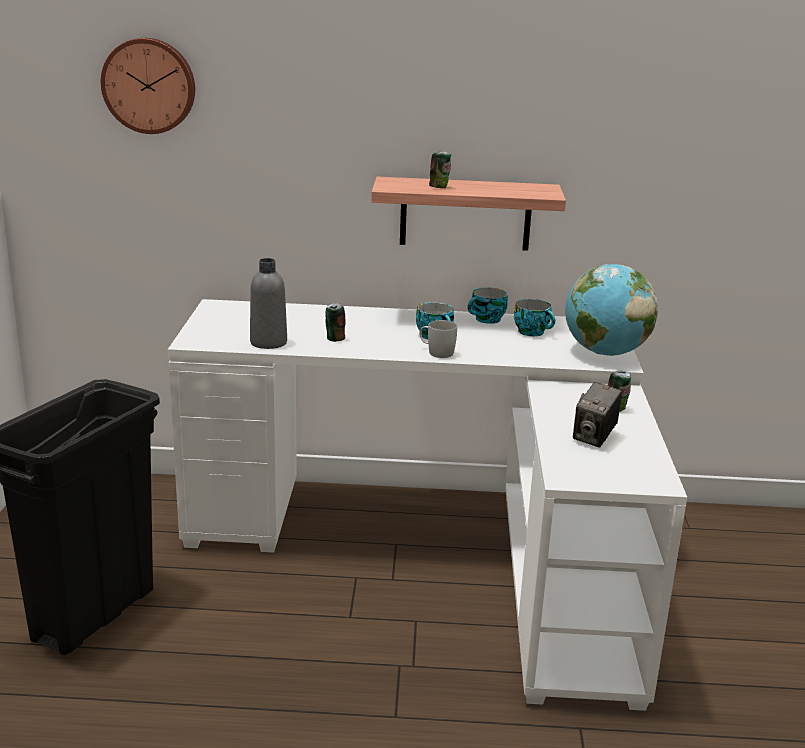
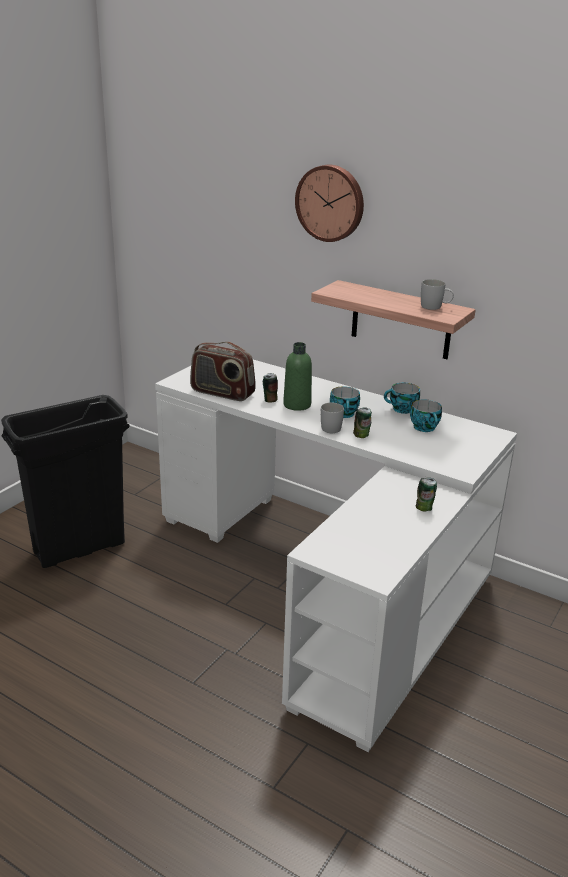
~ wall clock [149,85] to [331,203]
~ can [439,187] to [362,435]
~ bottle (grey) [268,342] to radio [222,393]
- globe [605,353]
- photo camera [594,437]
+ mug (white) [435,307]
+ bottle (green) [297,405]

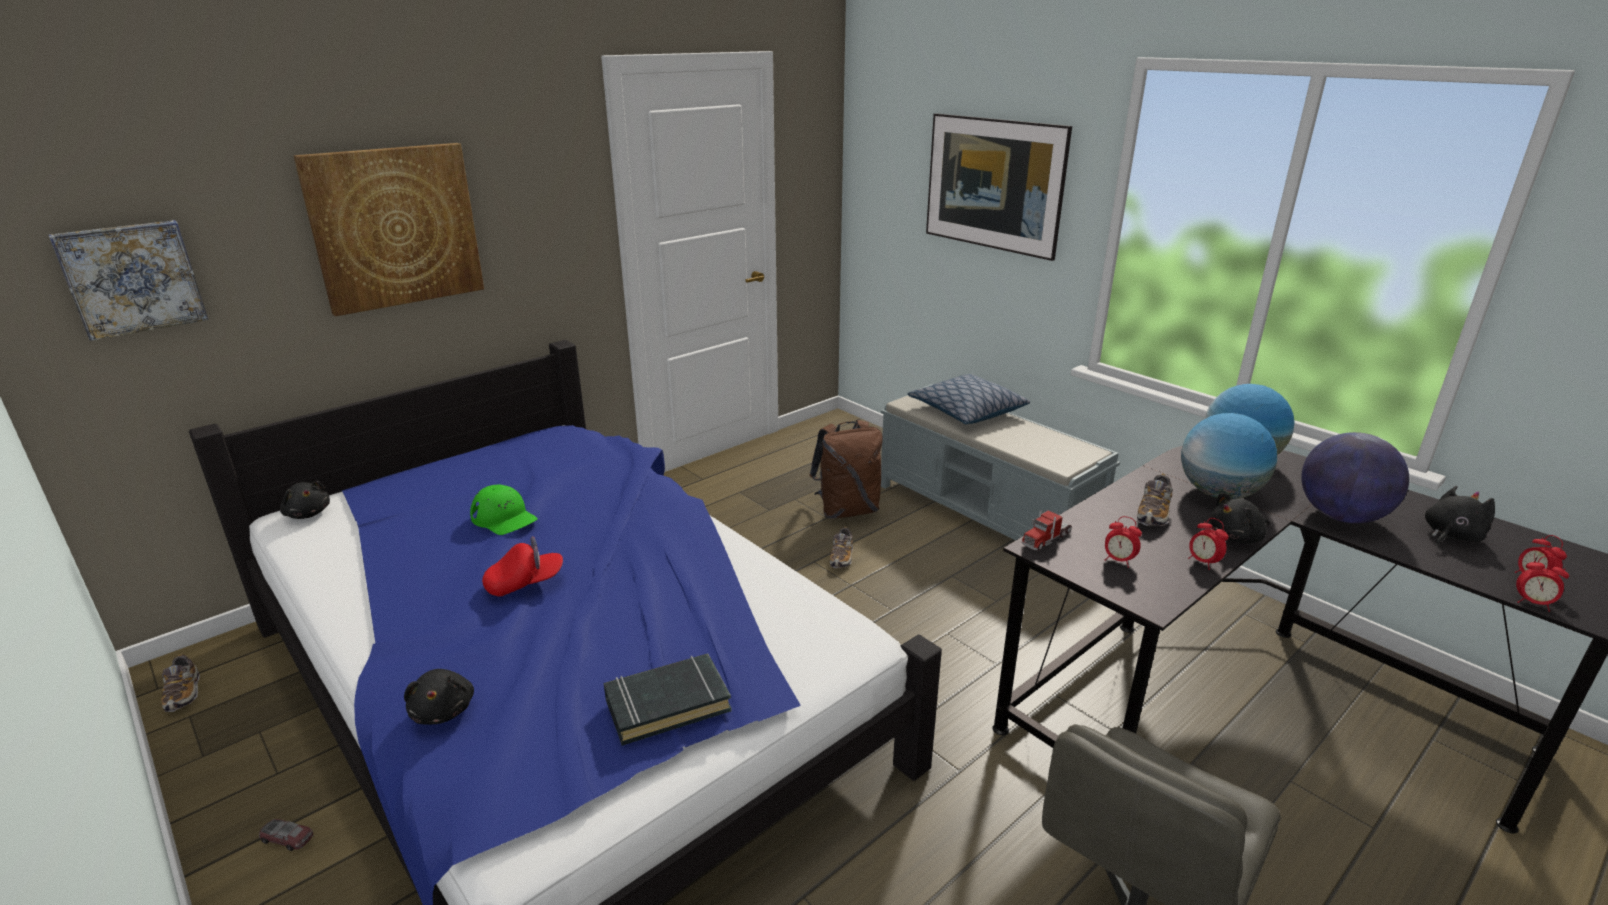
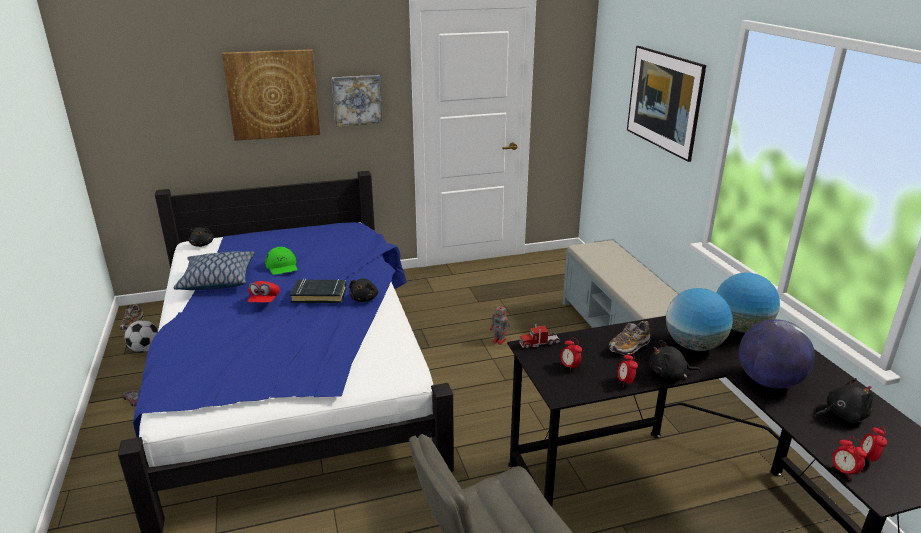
~ picture [132,278] to [356,100]
~ pillow [966,411] to [217,280]
- backpack (brown) [847,510]
~ shoe [841,557] to toy robot [500,341]
~ cap (red) [525,583] = [264,301] 90 degrees clockwise
~ book (black) [667,704] to [319,295]
~ plush toy (black) [444,710] to [364,298]
+ football [145,349]

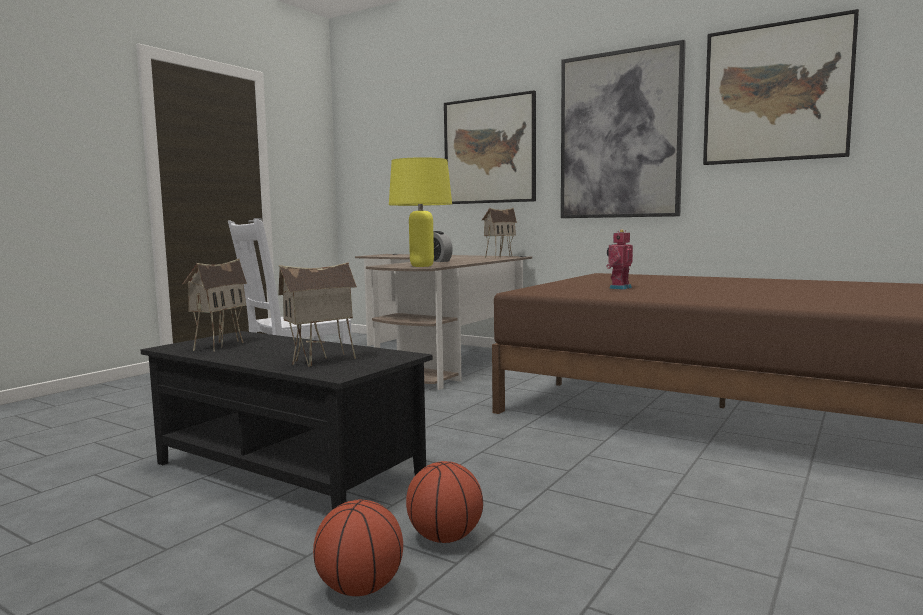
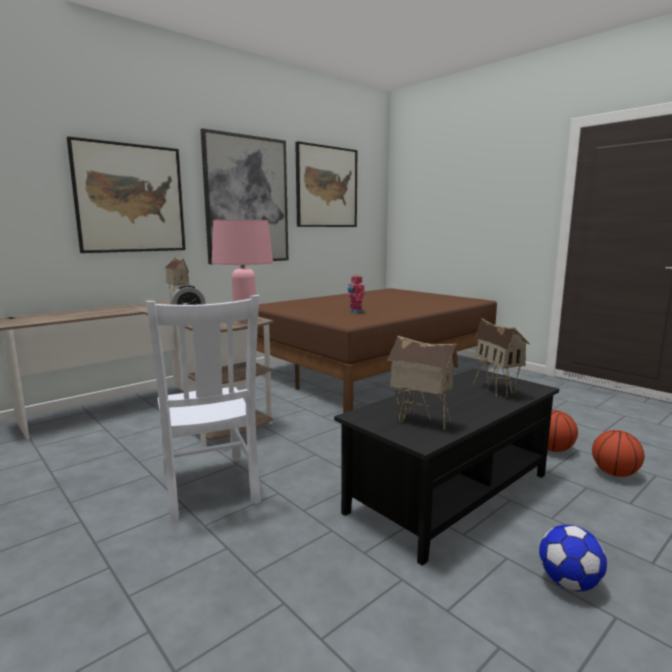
~ table lamp (yellow) [421,266] to table lamp (pink) [244,320]
+ football [568,583]

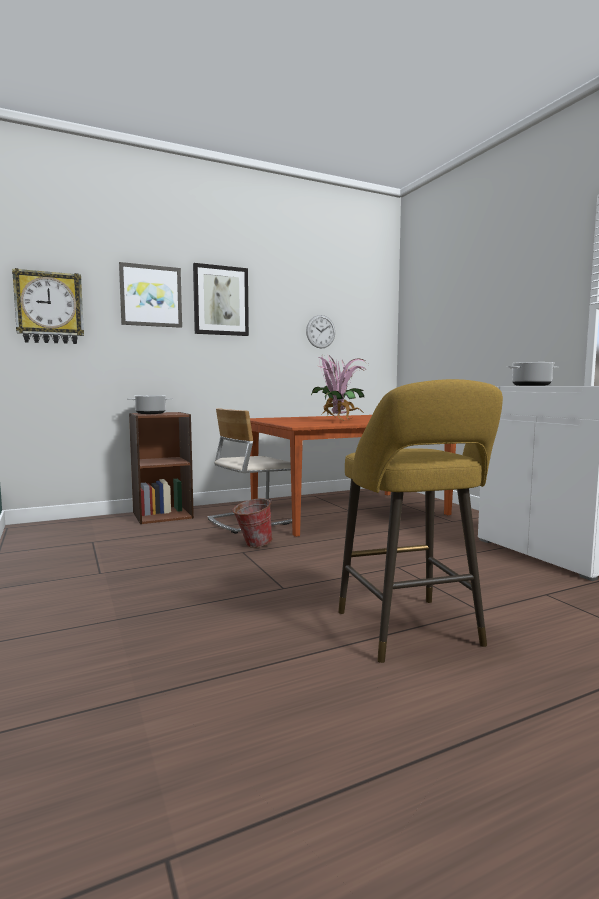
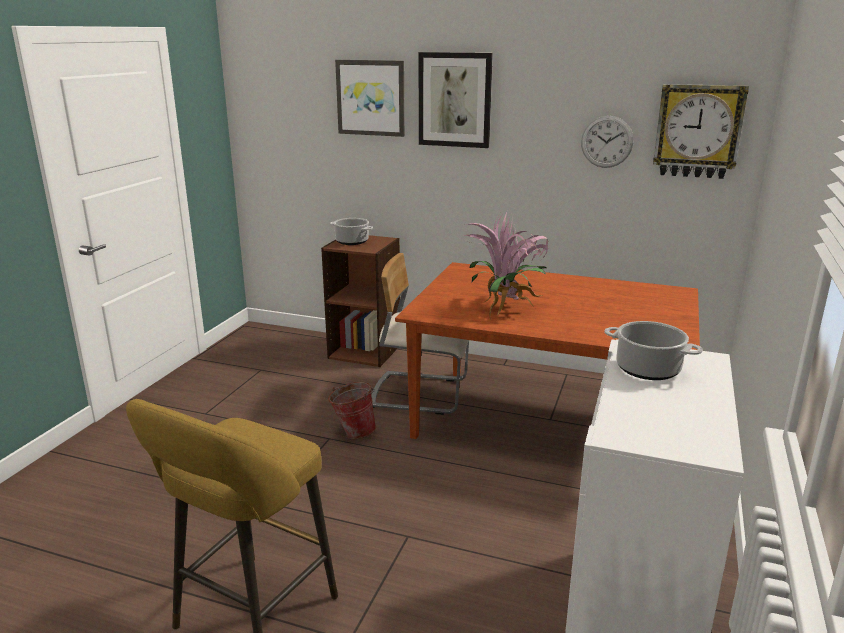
~ wall clock [49,308] to [698,131]

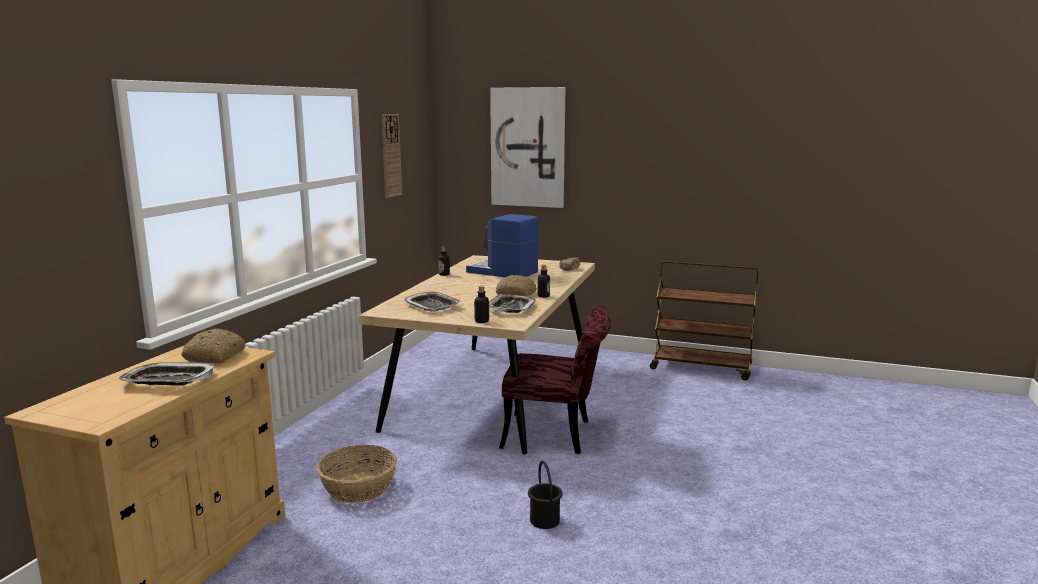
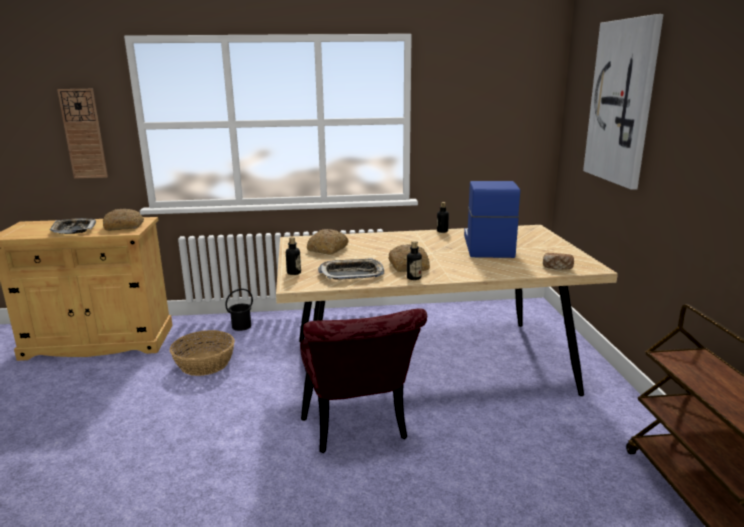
~ wall clock [390,155] to [83,134]
~ tray [432,306] to bread [327,249]
~ bucket (black) [544,520] to [241,326]

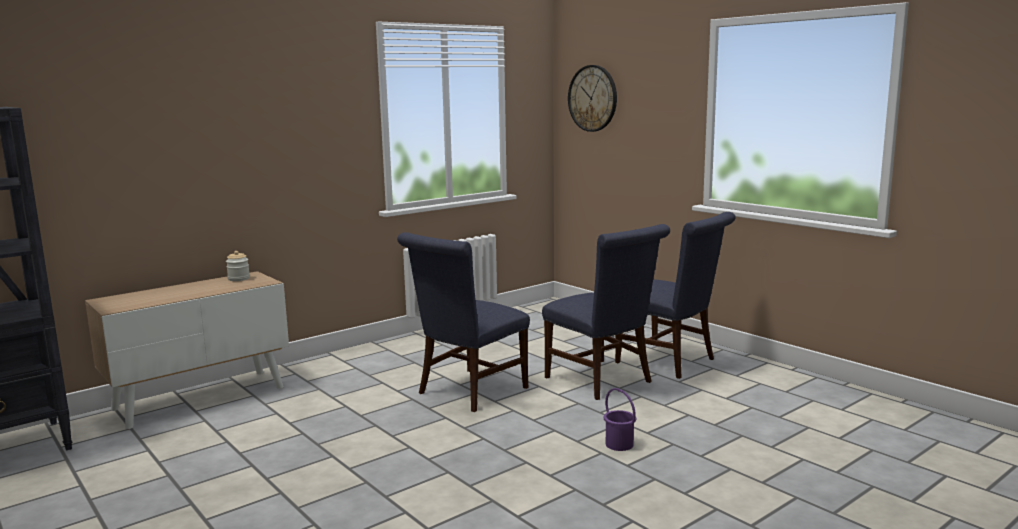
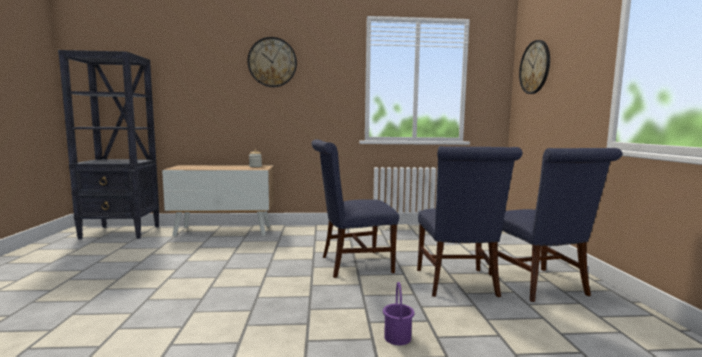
+ wall clock [272,62]

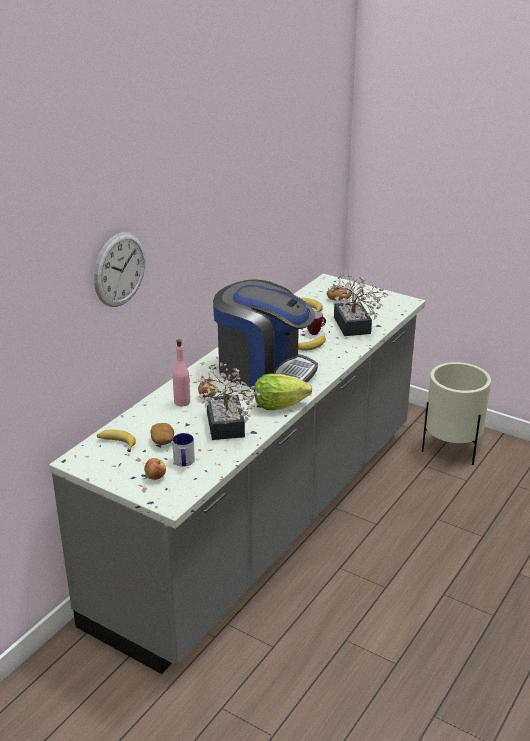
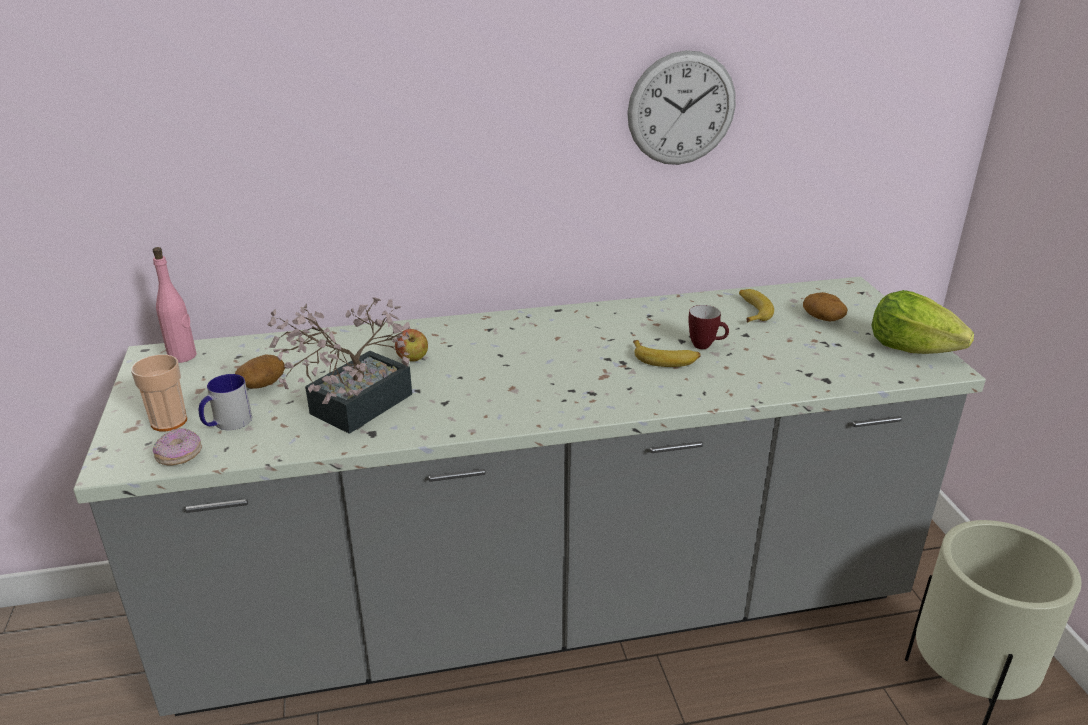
~ wall clock [119,269] to [681,109]
- potted plant [353,328]
- coffee machine [264,370]
~ bottle (pink) [182,402] to [182,356]
~ lettuce [279,405] to [910,348]
- banana [116,443]
~ apple [155,477] to cup [169,421]
+ donut [180,456]

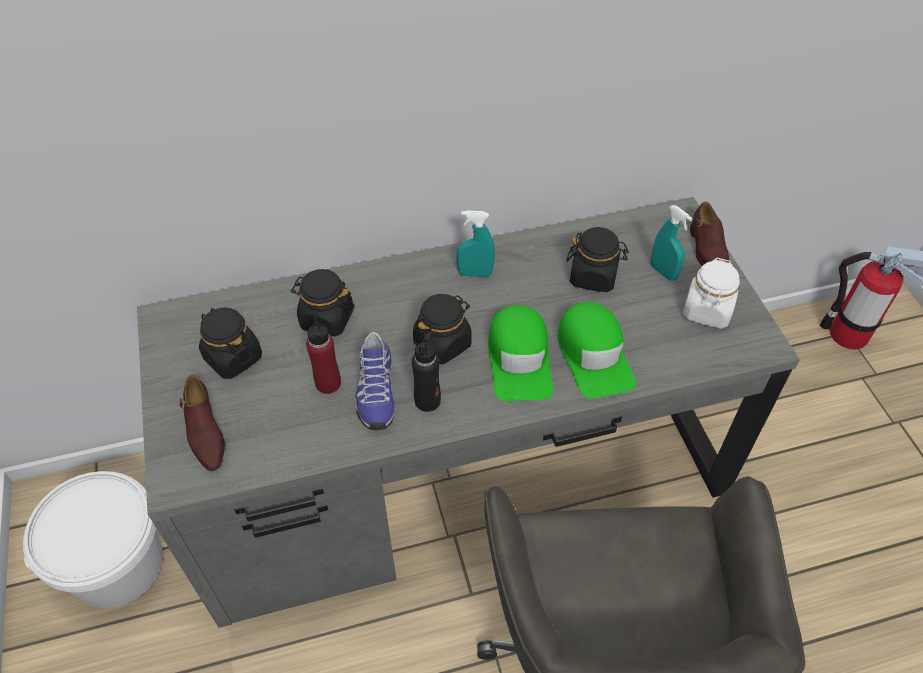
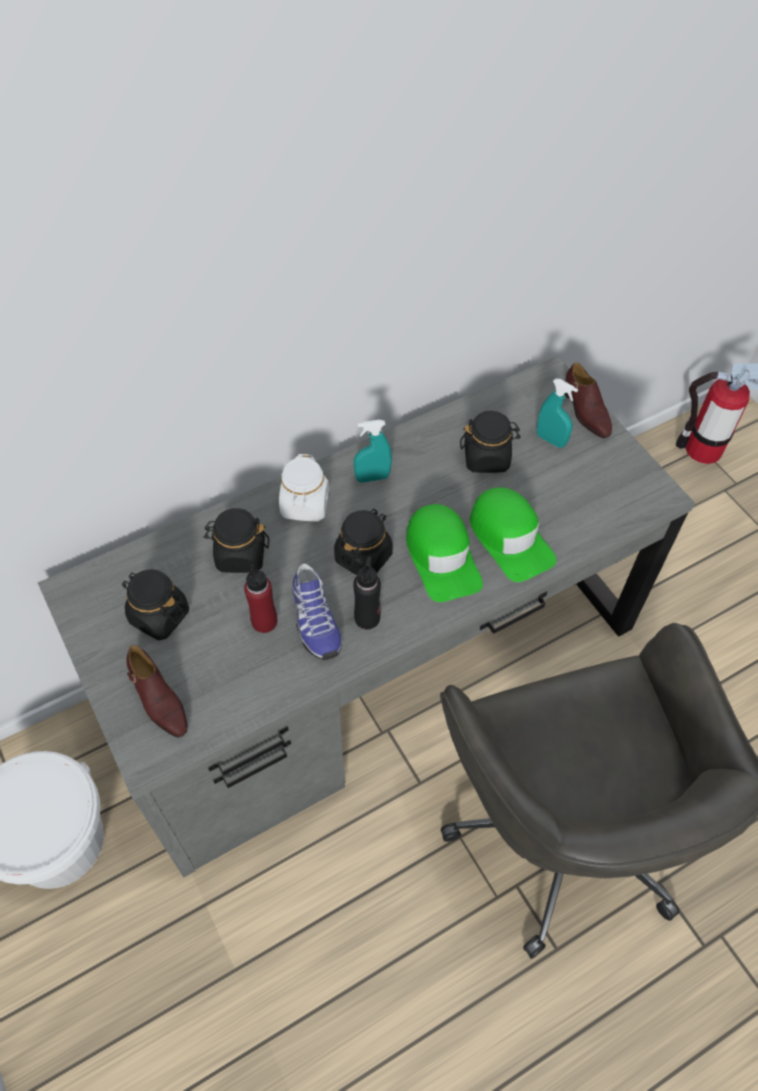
~ jar (white) [707,311] to [305,505]

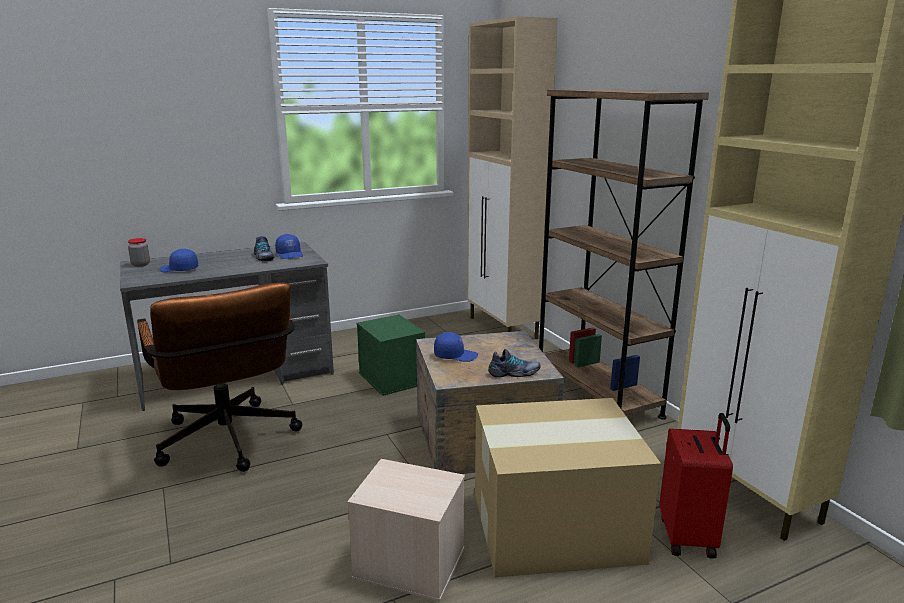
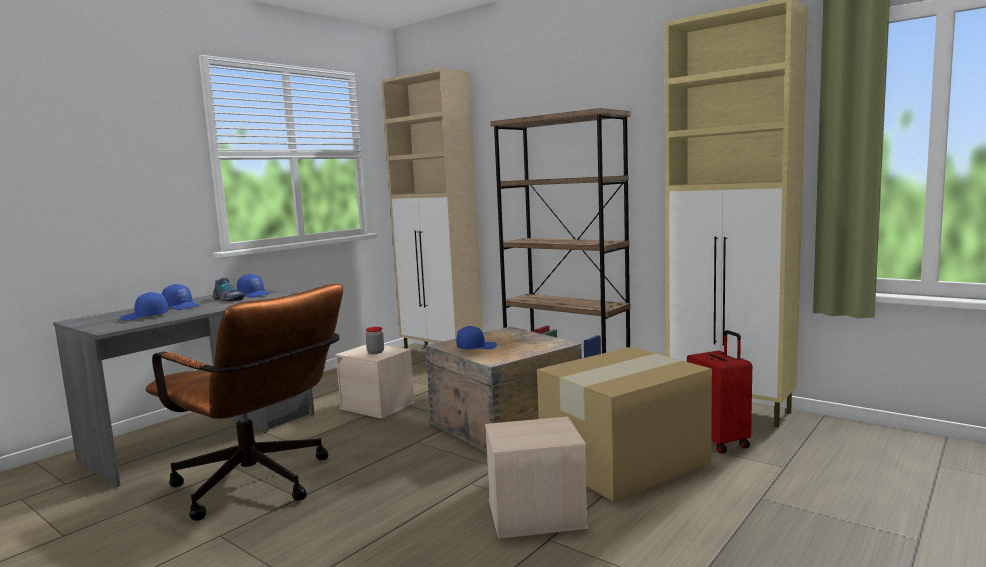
~ jar [140,264] to [375,352]
~ storage box (green) [393,379] to storage box (beige) [378,406]
- shoe [514,373]
+ cap (blue) [182,306]

